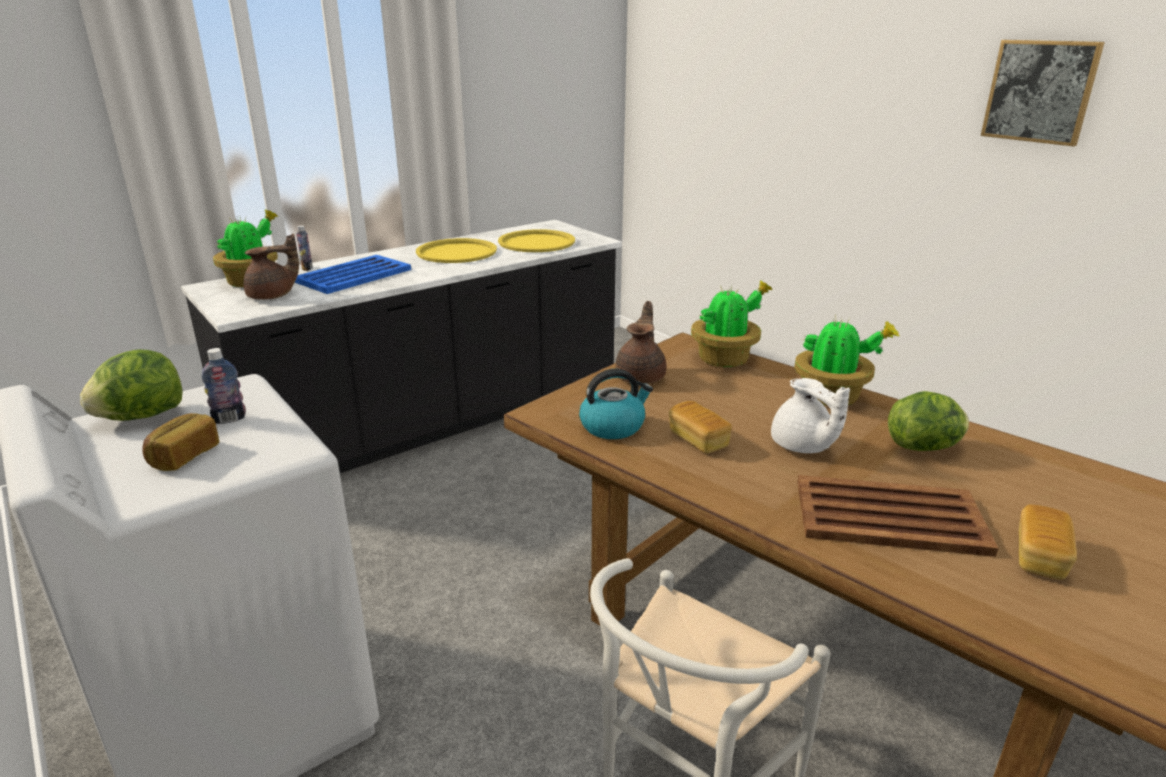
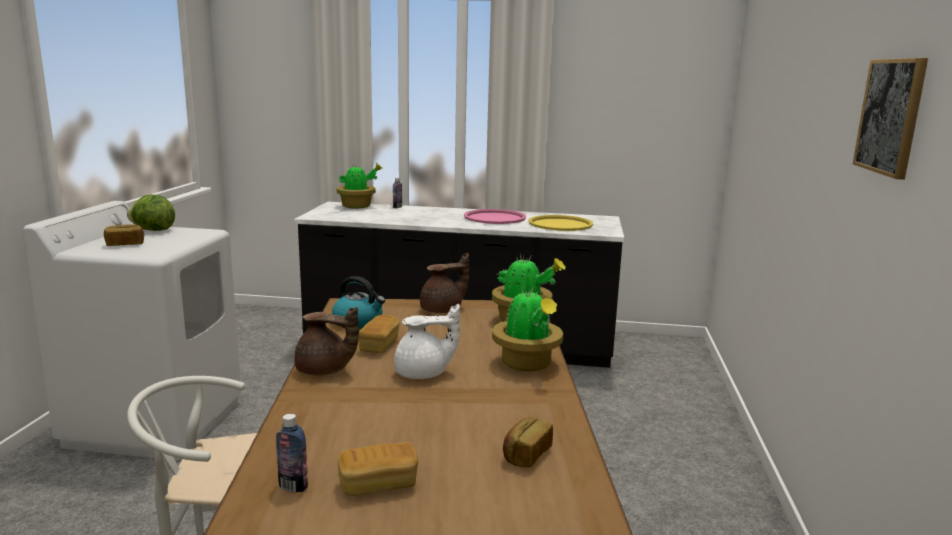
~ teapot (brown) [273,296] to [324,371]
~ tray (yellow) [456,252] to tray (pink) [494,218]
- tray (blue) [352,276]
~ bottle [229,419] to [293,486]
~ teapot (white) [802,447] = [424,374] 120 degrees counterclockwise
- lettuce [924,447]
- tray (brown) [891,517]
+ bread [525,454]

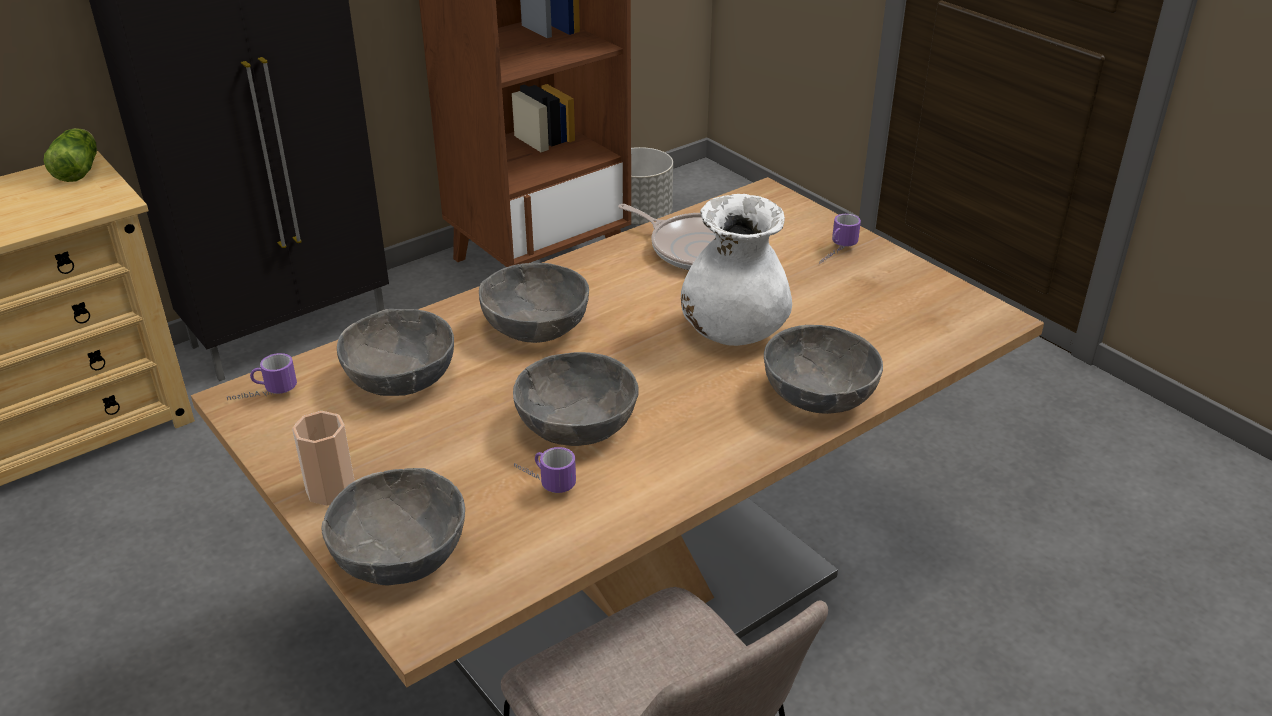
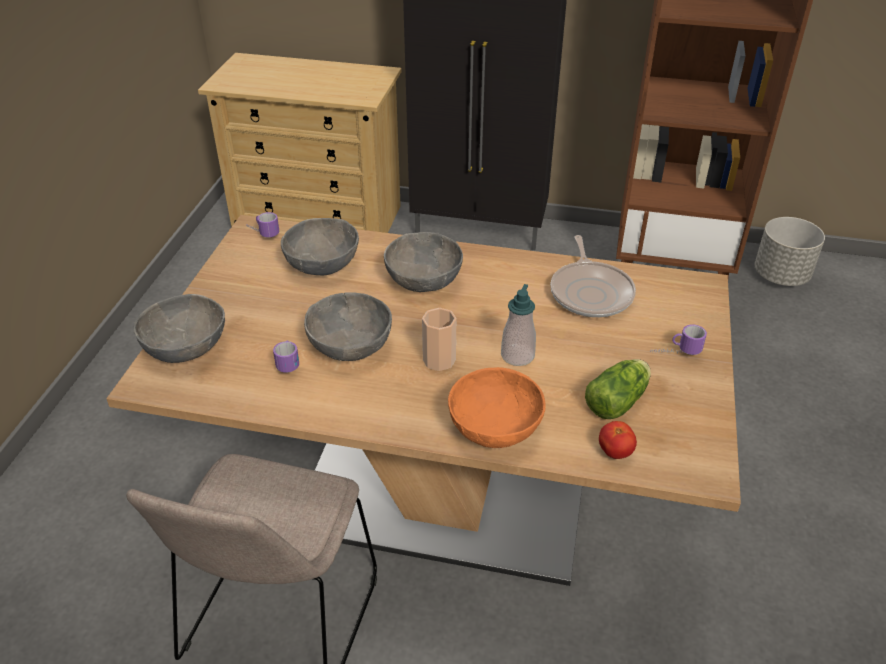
~ lettuce [79,169] to [619,400]
~ vase (white) [733,333] to soap dispenser [517,356]
~ bowl (grey) [818,397] to bowl (orange) [494,427]
~ cup [330,489] to [439,360]
+ tomato [615,452]

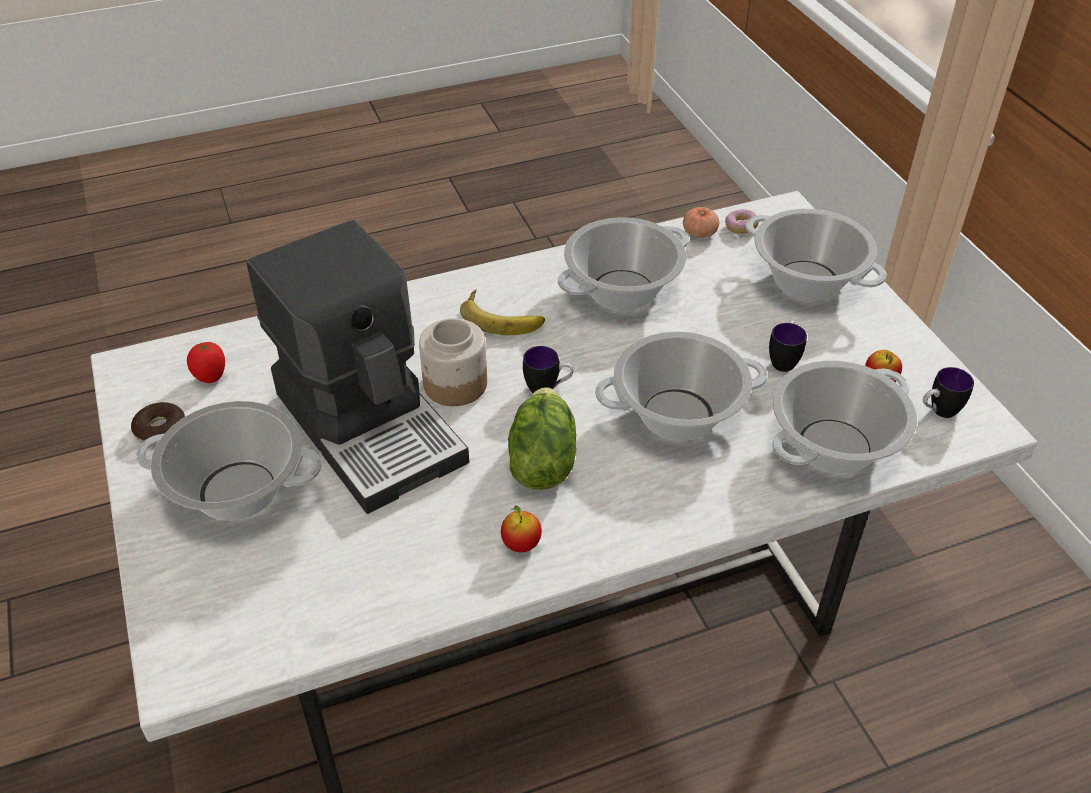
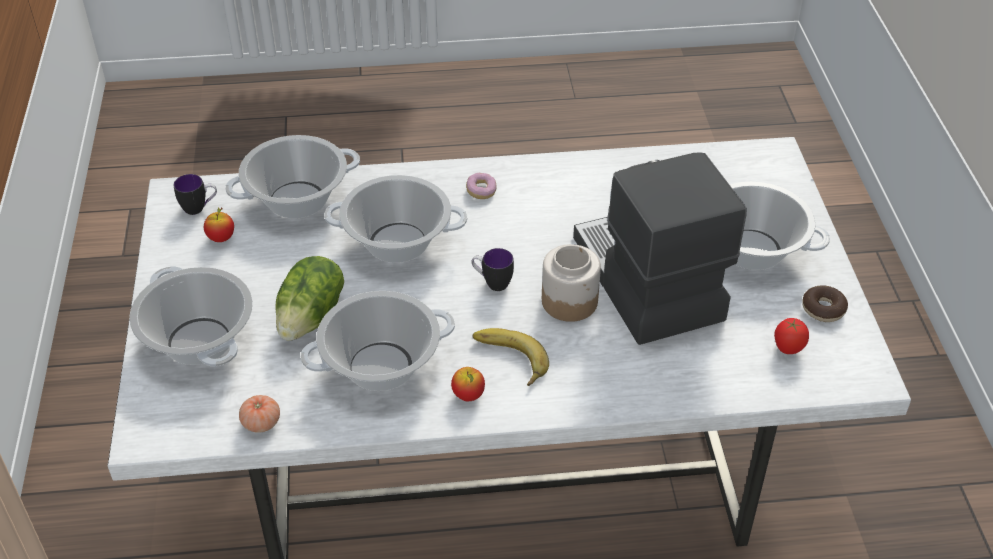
~ donut [740,228] to [481,191]
- mug [784,360]
~ lettuce [541,461] to [312,317]
~ apple [521,544] to [468,395]

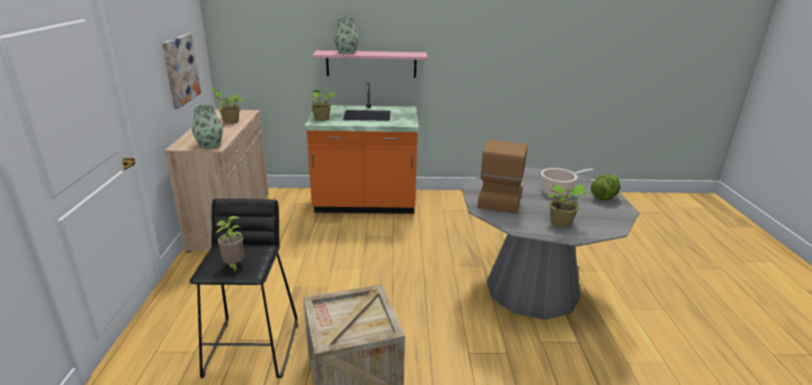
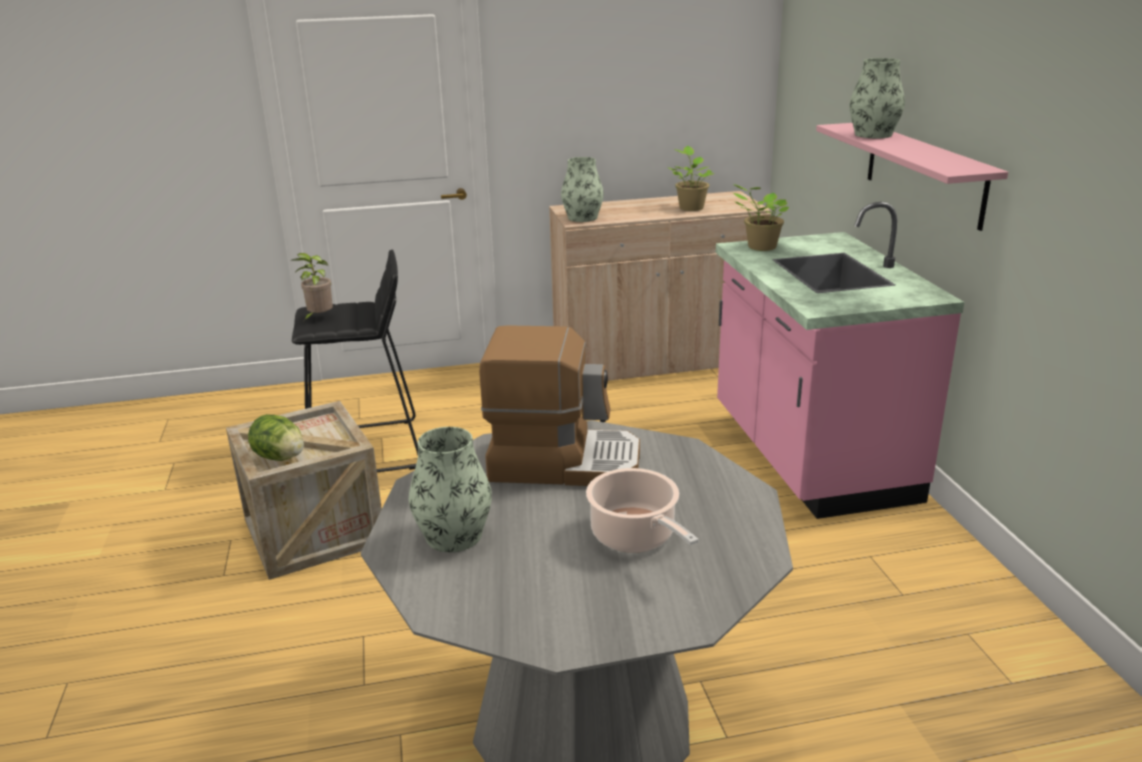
- picture [180,70]
~ counter (orange) [365,204] to counter (pink) [809,456]
~ lettuce [604,197] to [280,457]
~ potted plant [561,223] to vase [454,536]

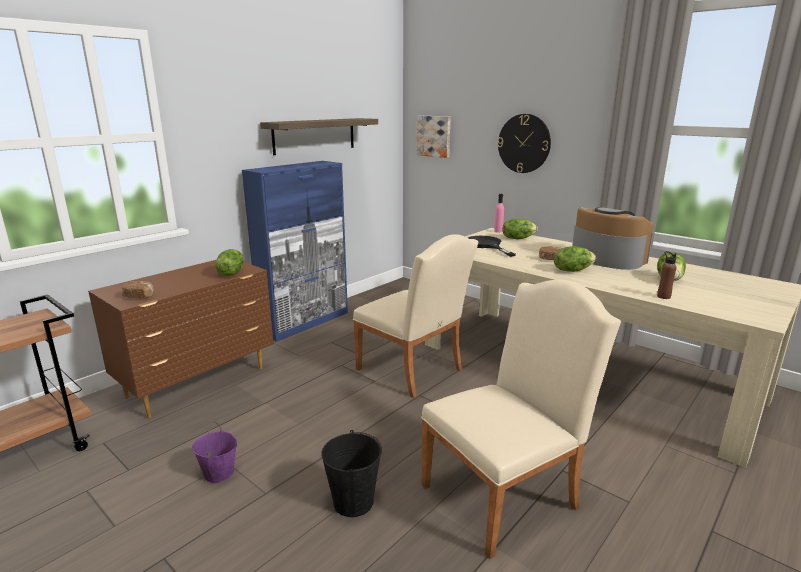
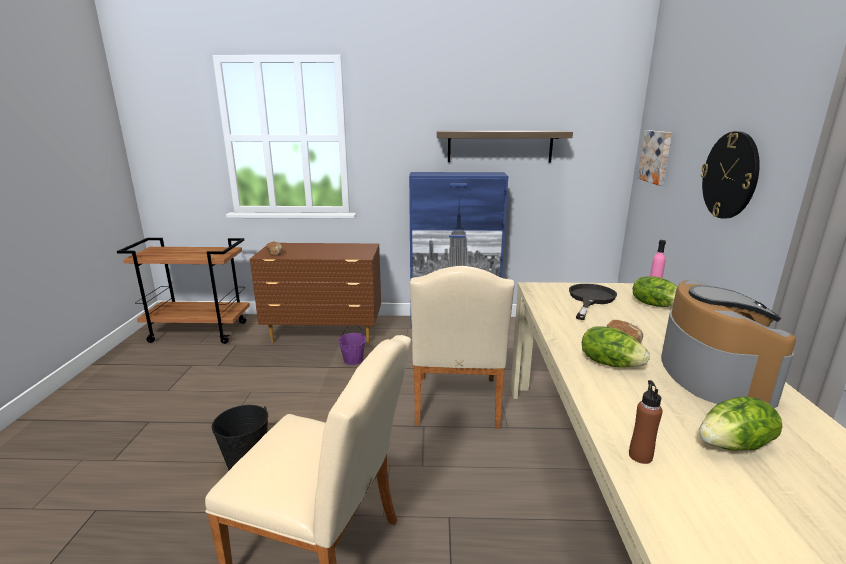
- lettuce [231,273]
~ bucket (purple) [218,473] to [353,360]

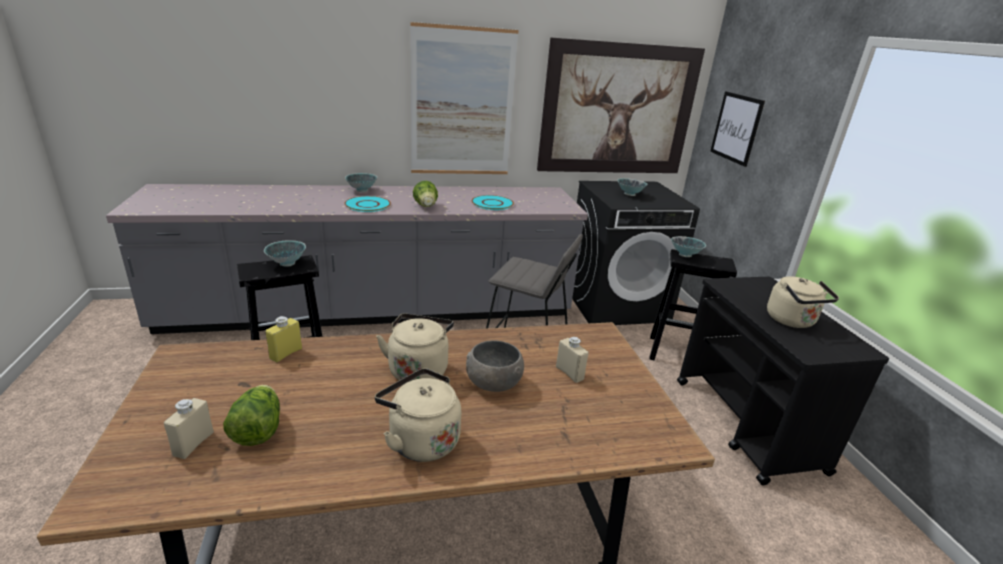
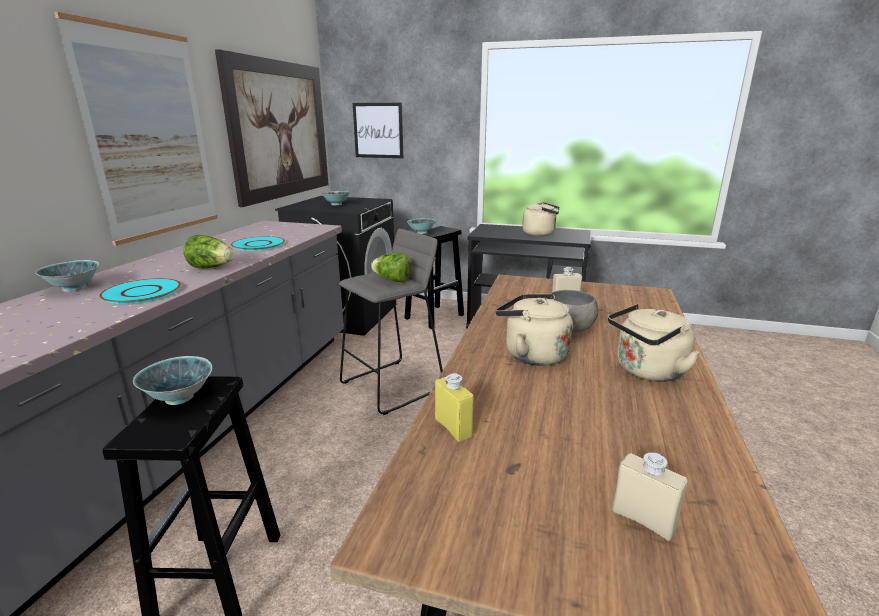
~ lettuce [258,430] to [392,280]

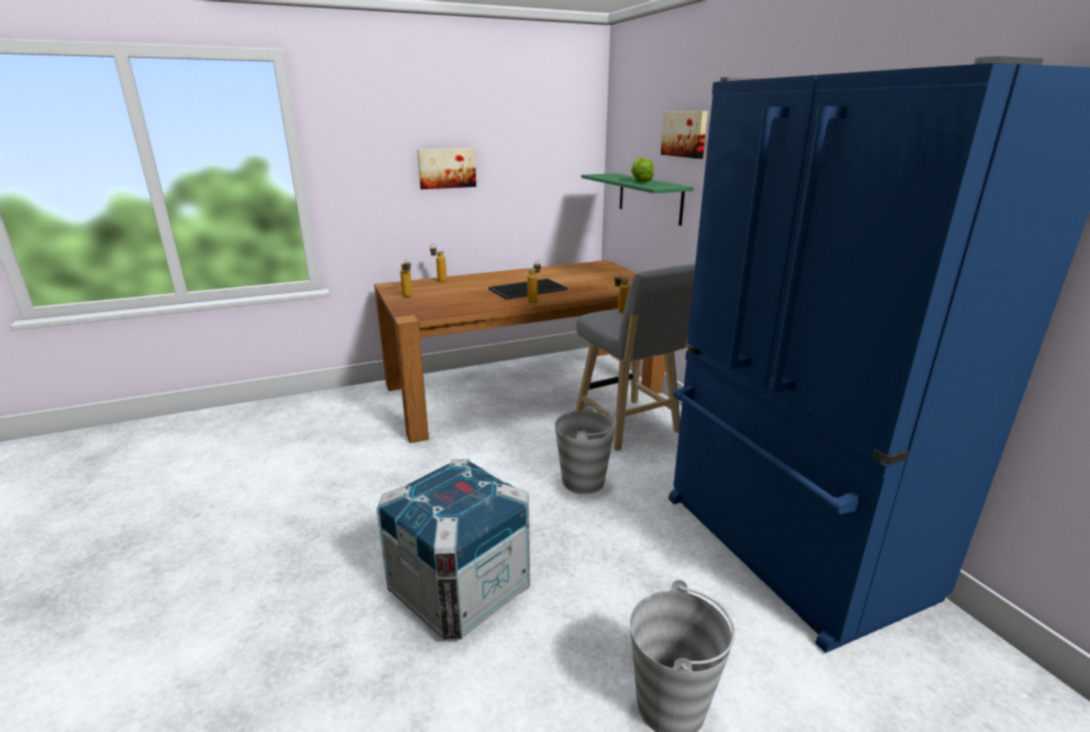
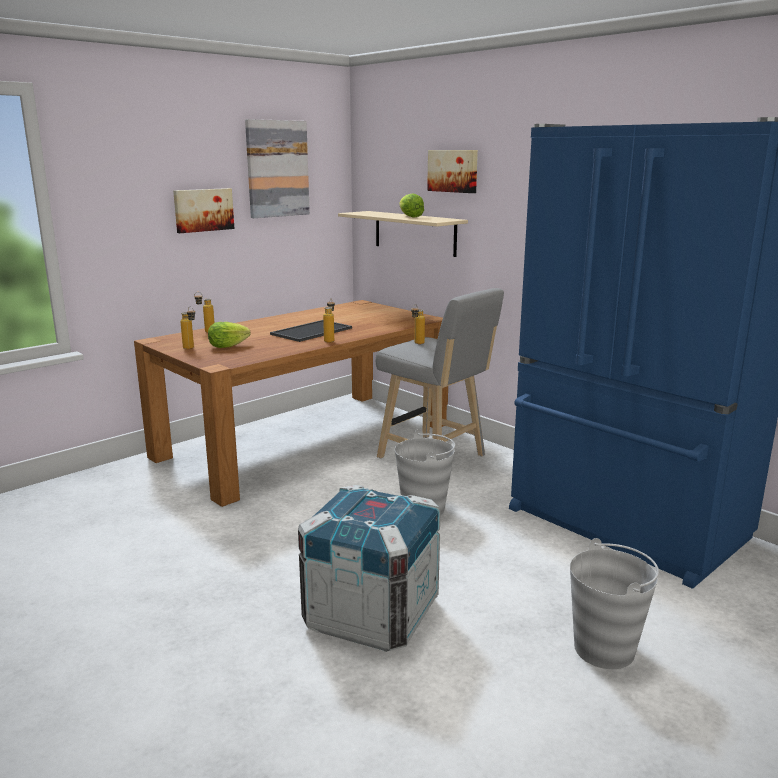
~ shelf (green) [649,198] to shelf (beige) [414,233]
+ picture [277,169]
+ lettuce [227,346]

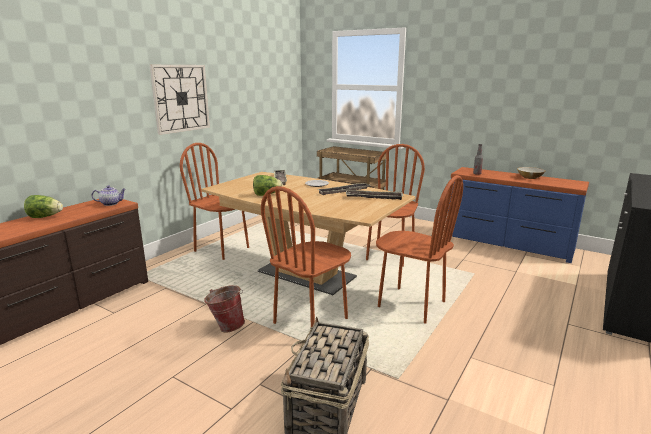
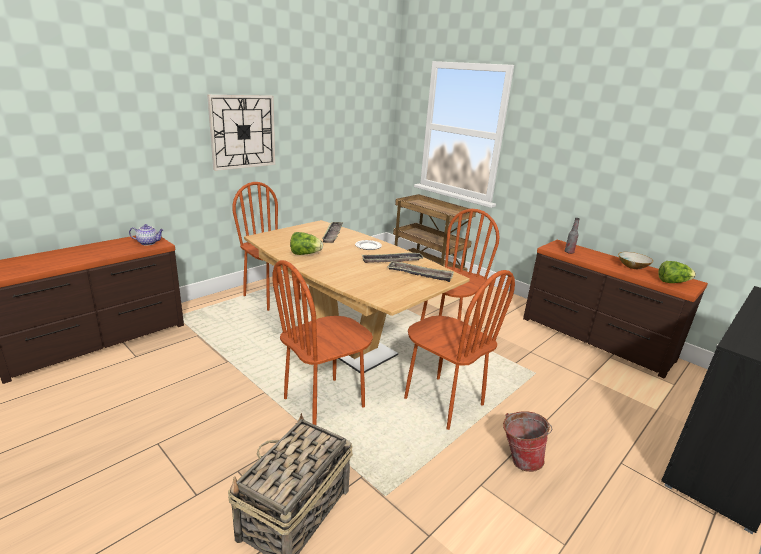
~ dresser (blue) [507,244] to dresser (brown) [594,339]
~ lettuce [45,217] to [672,282]
~ bucket [226,326] to [519,459]

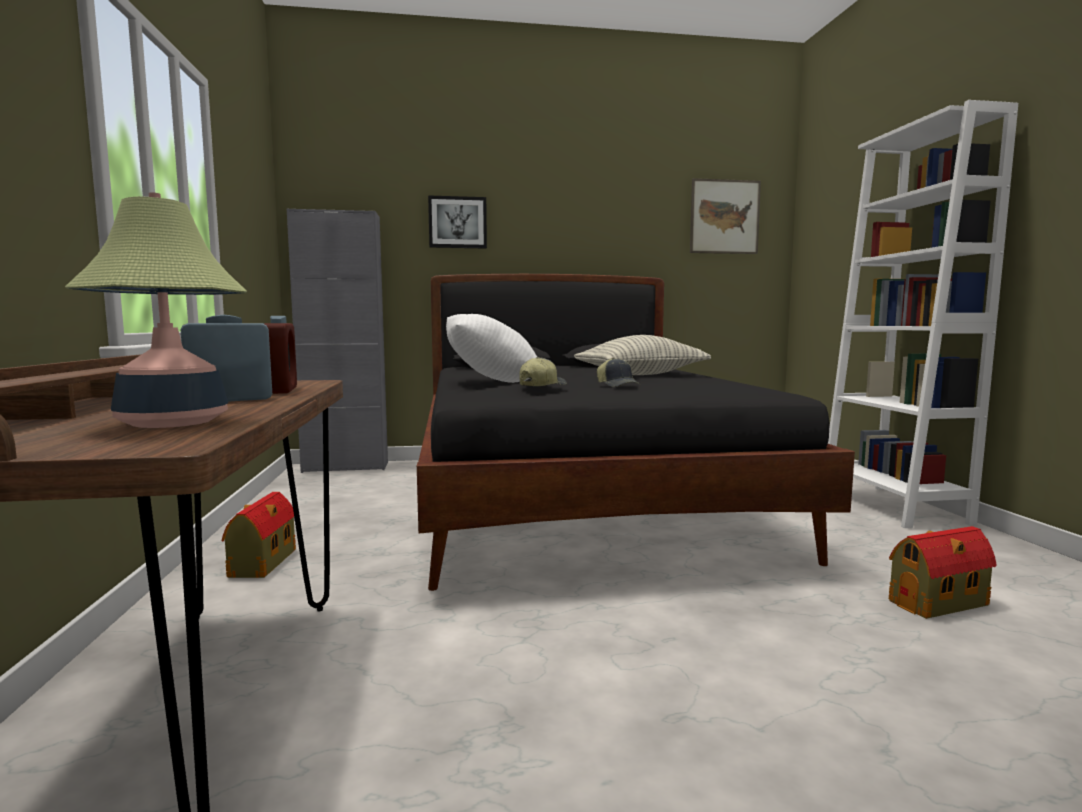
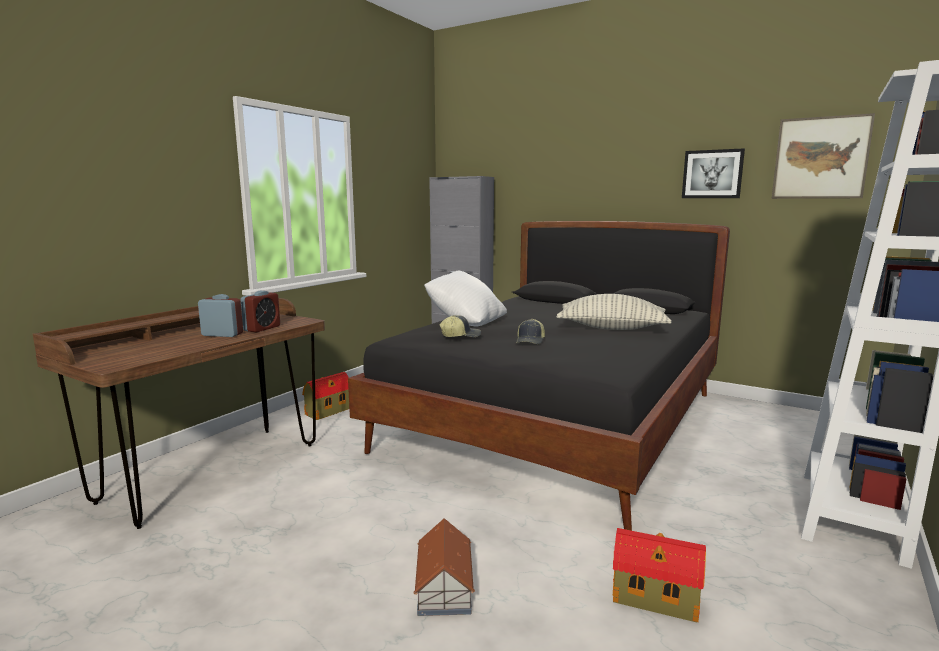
- table lamp [172,422]
~ picture [457,222] to [712,174]
+ toy house [444,587]

